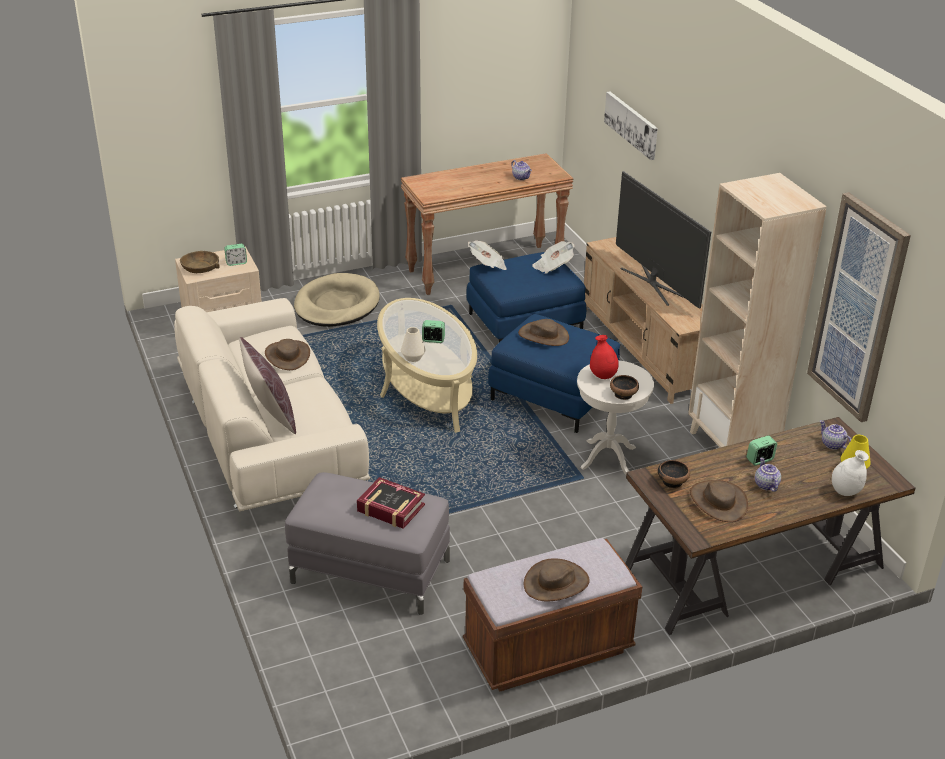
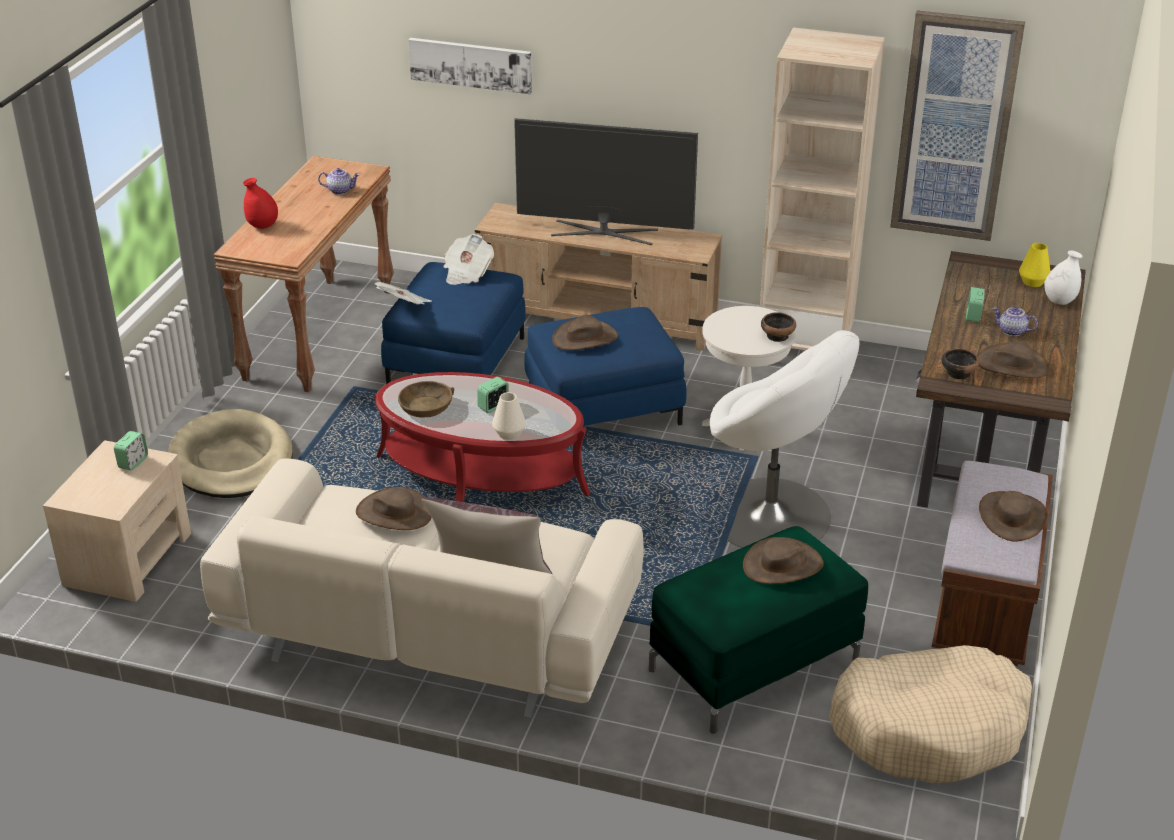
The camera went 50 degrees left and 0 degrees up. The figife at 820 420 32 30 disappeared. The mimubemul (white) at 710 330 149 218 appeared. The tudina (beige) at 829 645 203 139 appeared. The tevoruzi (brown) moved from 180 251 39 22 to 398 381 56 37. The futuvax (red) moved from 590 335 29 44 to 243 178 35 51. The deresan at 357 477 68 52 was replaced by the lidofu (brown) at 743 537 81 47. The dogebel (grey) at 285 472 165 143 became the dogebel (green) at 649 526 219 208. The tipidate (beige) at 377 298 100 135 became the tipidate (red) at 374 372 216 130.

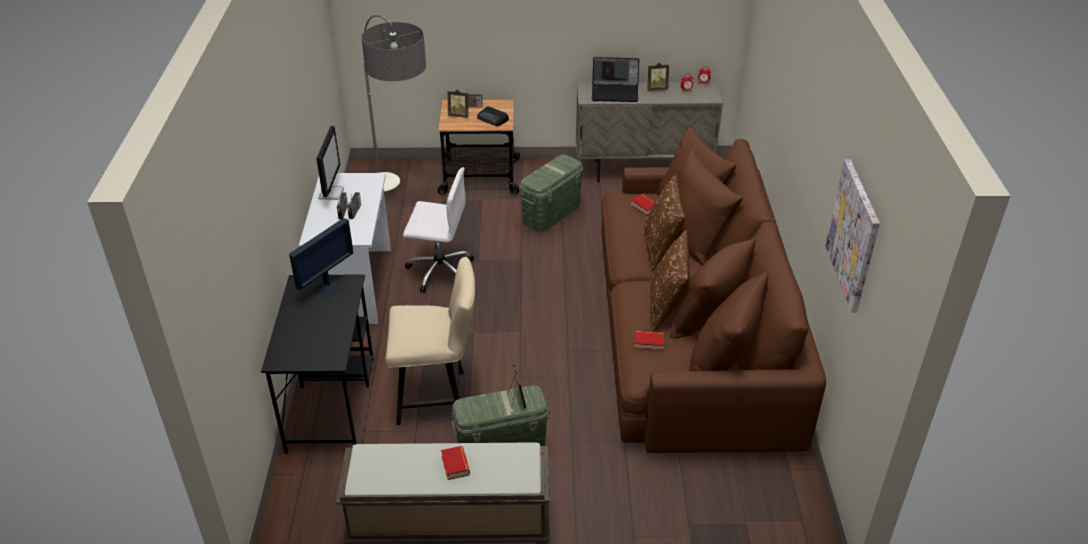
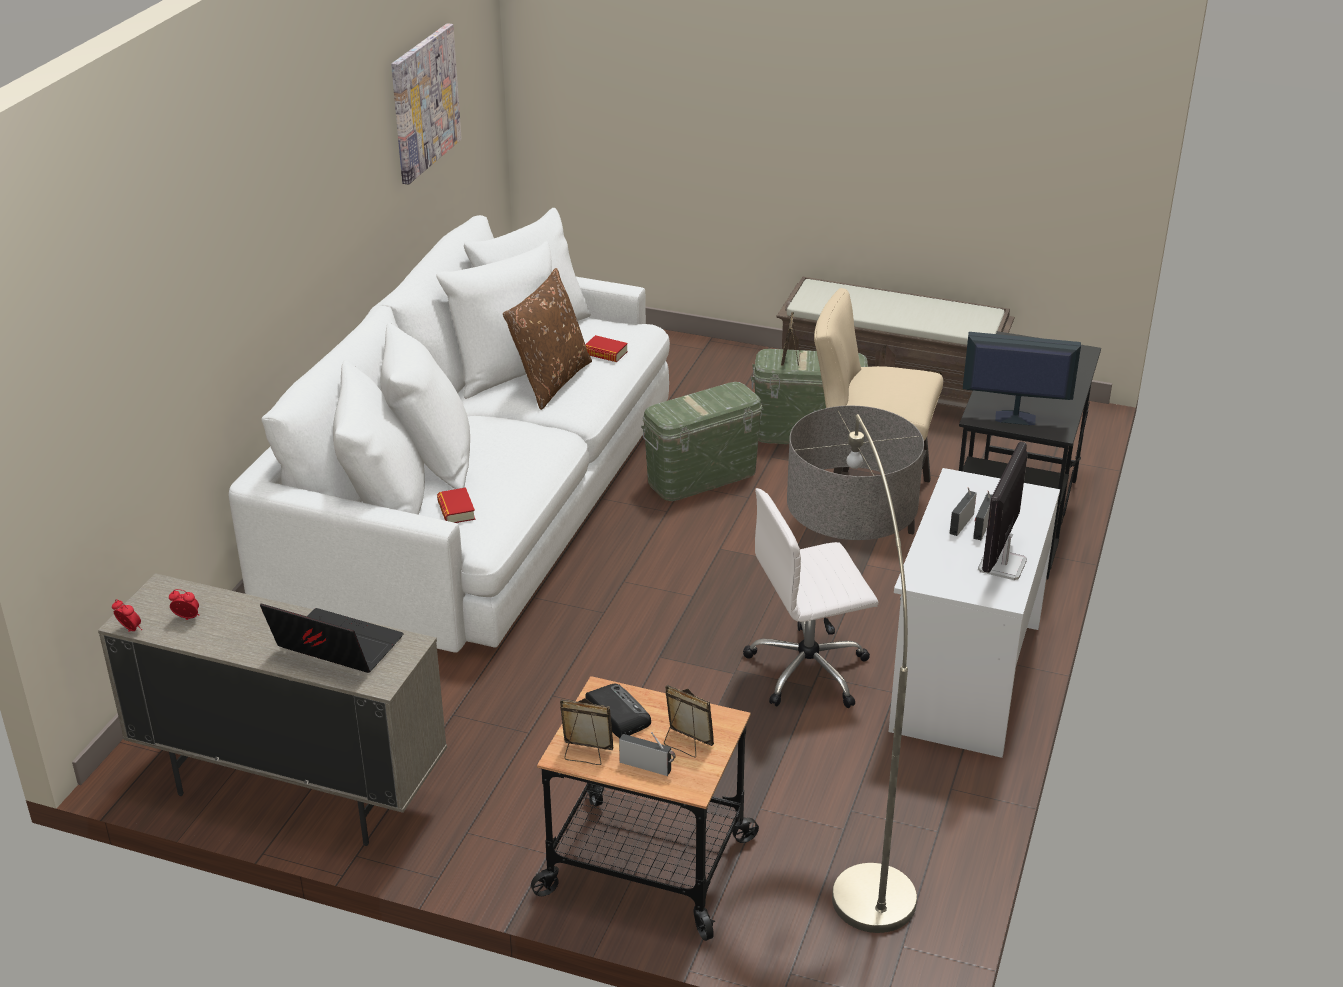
The camera went 160 degrees left and 5 degrees down. The deresan at 441 446 29 34 disappeared. The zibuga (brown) at 644 175 41 96 disappeared. The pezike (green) moved from 520 154 63 79 to 641 382 122 119. The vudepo moved from 648 63 21 28 to 560 698 53 67. The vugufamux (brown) at 601 126 225 327 became the vugufamux (white) at 229 208 441 445. The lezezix at 289 219 65 77 turned 45 degrees clockwise. The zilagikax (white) at 403 167 71 126 turned 45 degrees counterclockwise.

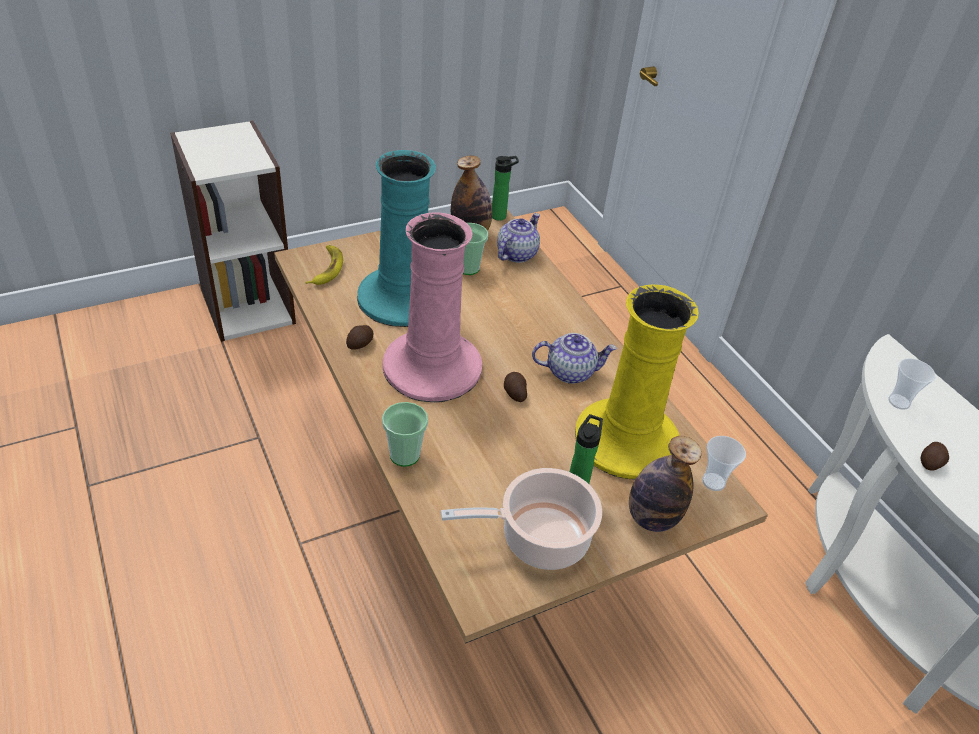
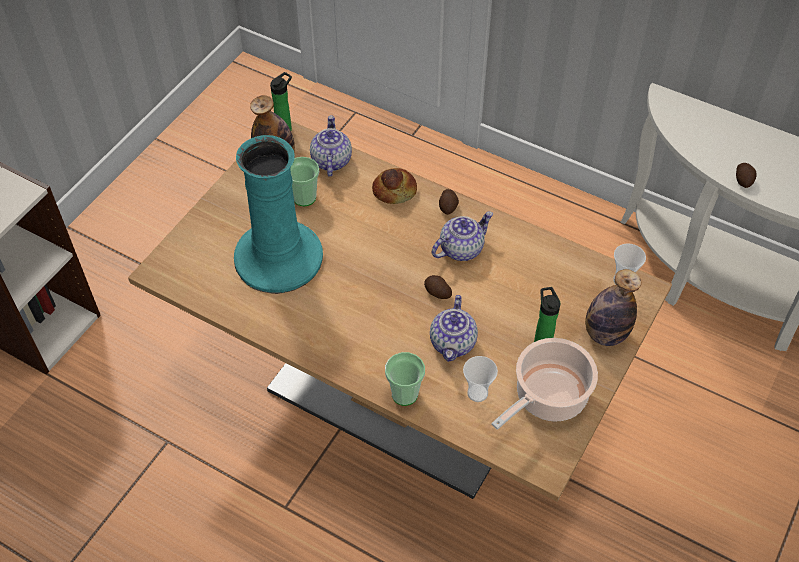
The camera went 30 degrees left and 10 degrees up. The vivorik at 305 245 38 40 disappeared. The futuvax (pink) at 383 212 99 190 disappeared. The futuvax (yellow) at 575 285 124 195 disappeared. The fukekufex at 372 168 45 36 appeared. The figife at 430 295 48 67 appeared. The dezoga moved from 346 325 28 25 to 439 189 20 26. The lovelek moved from 888 358 48 52 to 463 356 35 46.

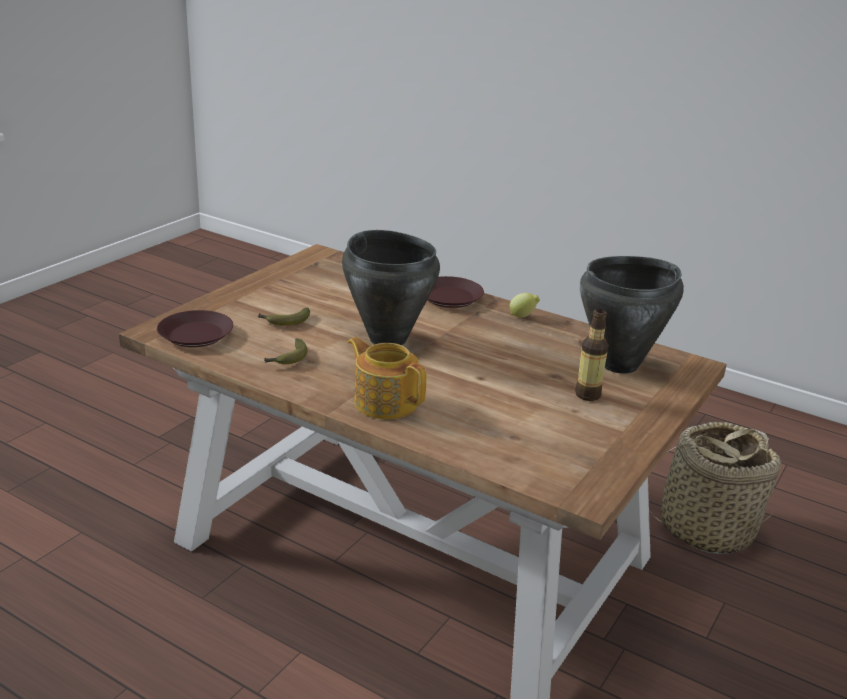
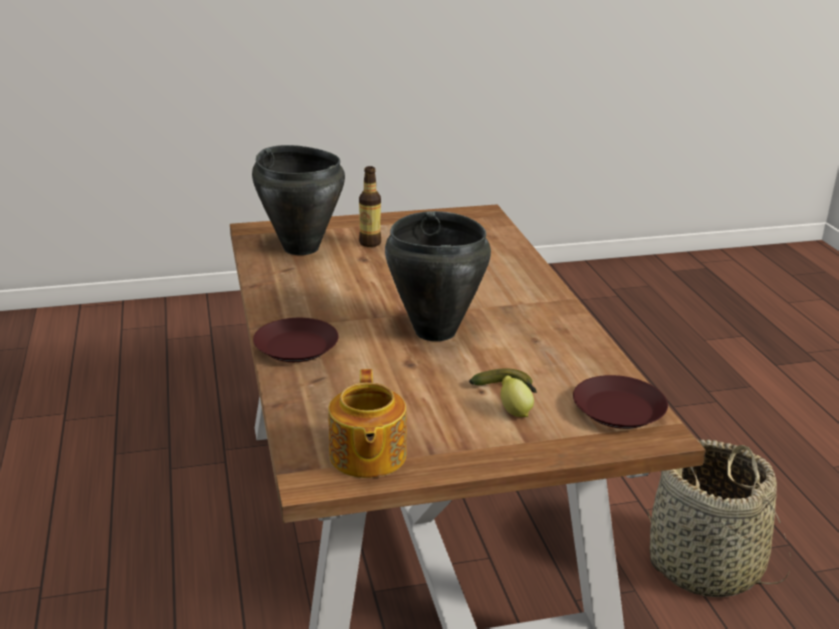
The camera went 135 degrees left and 0 degrees up. The vivorik at 264 338 44 26 disappeared. The figife moved from 348 337 79 82 to 328 369 79 109. The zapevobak moved from 510 293 30 25 to 500 375 34 42. The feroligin moved from 649 422 132 132 to 648 439 143 158.

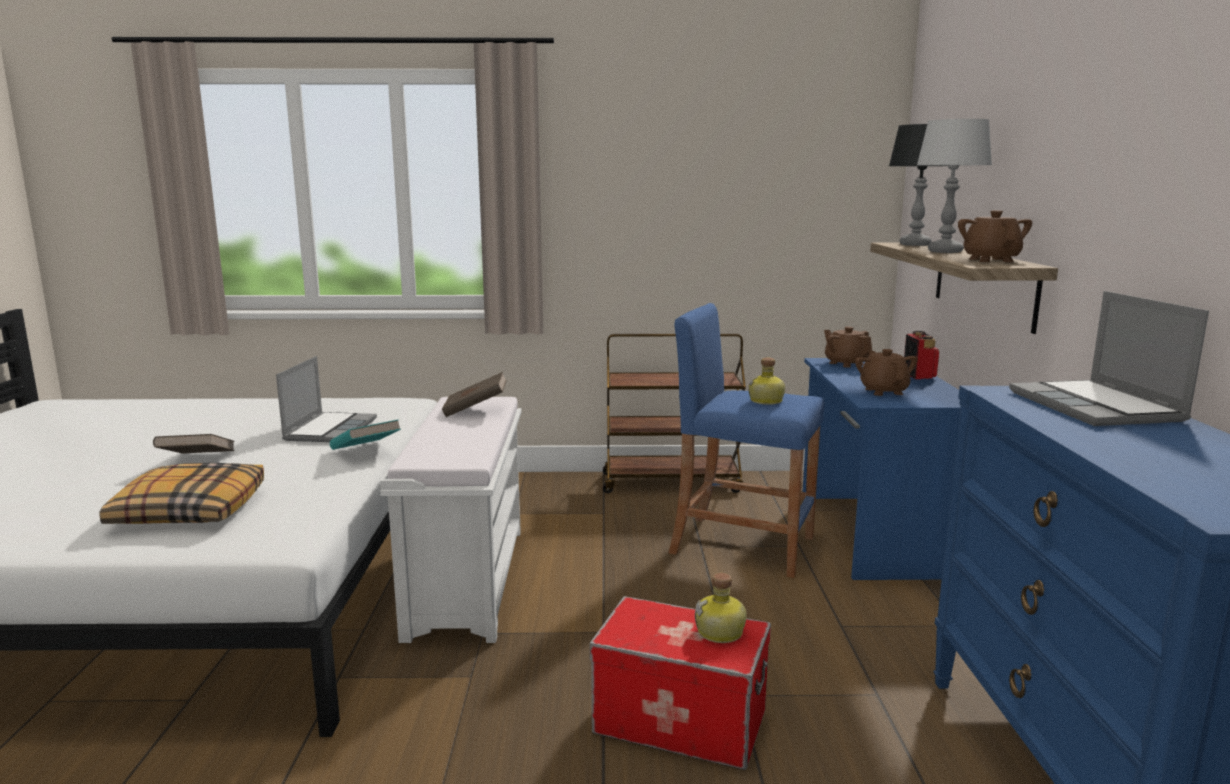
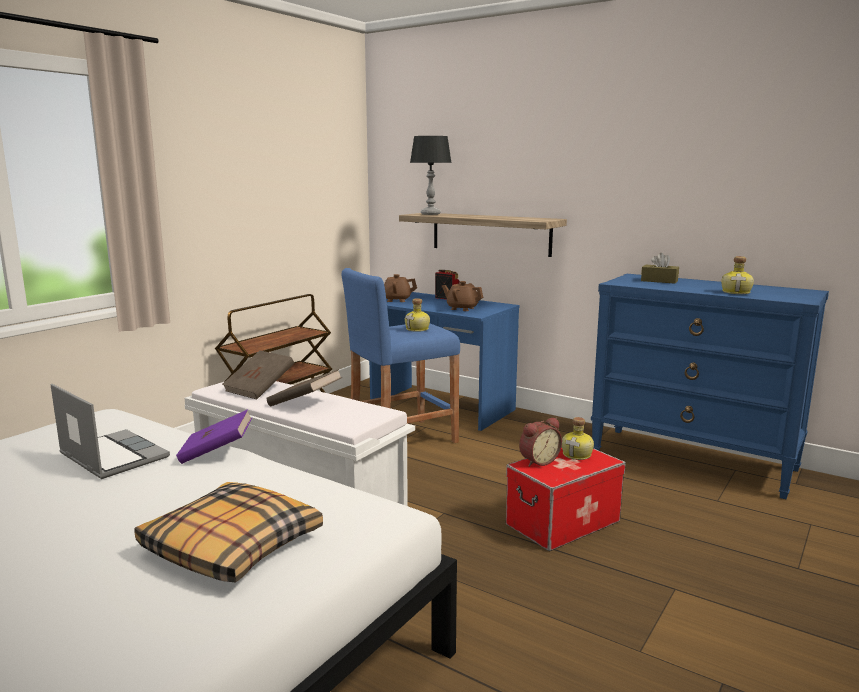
The camera went 55 degrees left and 0 degrees up. The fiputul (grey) at 917 119 75 134 disappeared. The figife (brown) at 958 210 74 52 disappeared. The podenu at 519 417 43 50 appeared. The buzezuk at 721 256 33 38 appeared. The deresan (brown) moved from 153 434 82 20 to 267 369 75 38. The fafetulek at 1009 291 200 135 was replaced by the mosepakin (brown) at 641 253 38 31. The deresan (turquoise) at 330 419 71 31 became the deresan (purple) at 176 409 76 55.

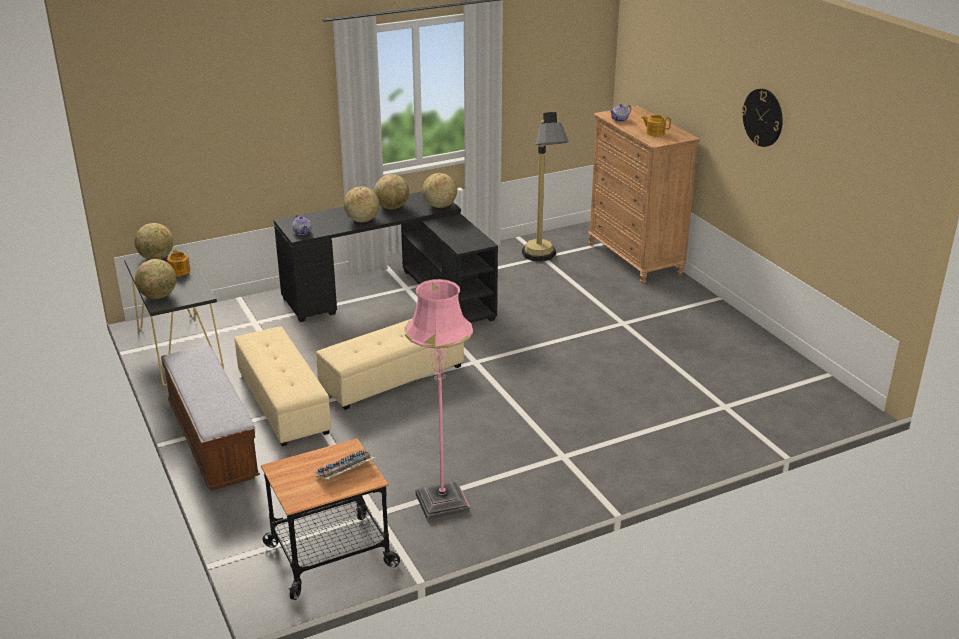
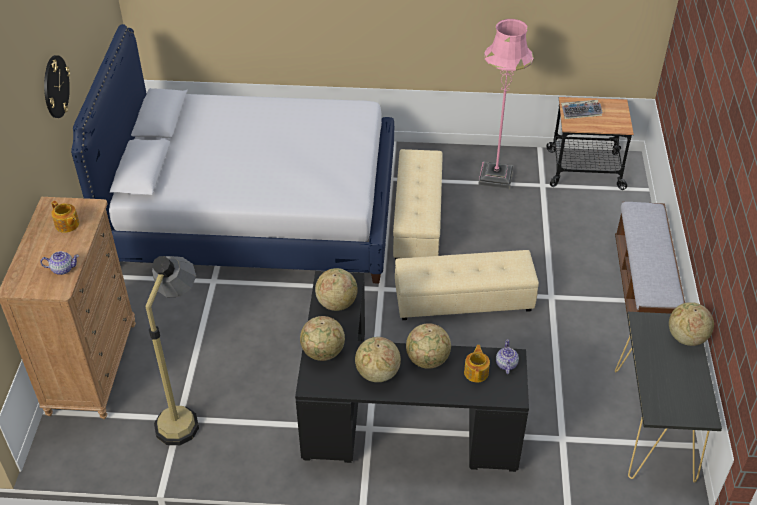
The camera went 150 degrees left and 15 degrees up. The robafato at 71 24 323 260 appeared. The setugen moved from 135 223 38 37 to 315 268 43 43. The figife moved from 167 249 23 27 to 464 345 26 38. The dogebel (beige) moved from 234 326 97 121 to 393 149 50 111.

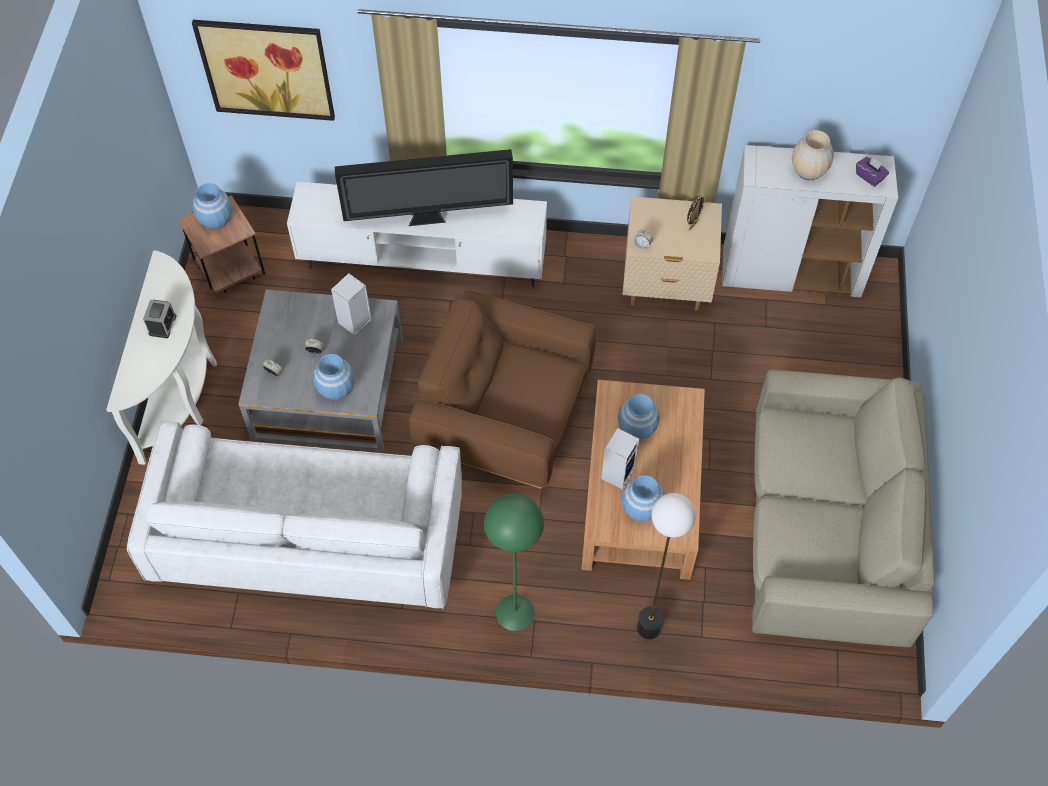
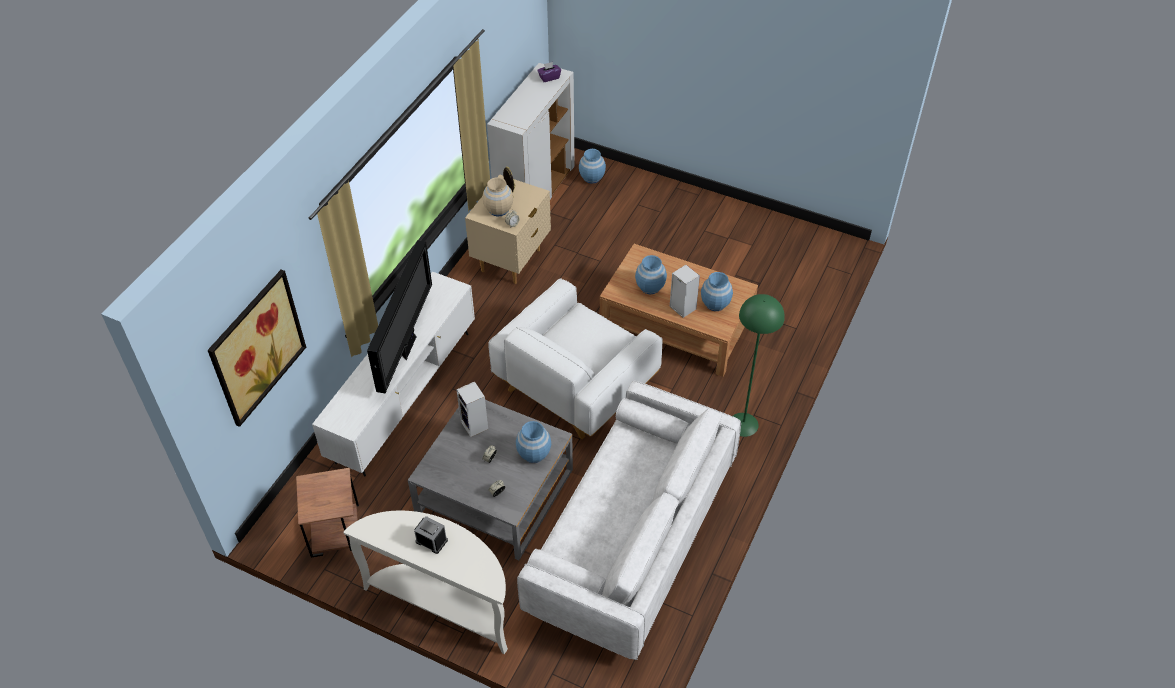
The camera went 70 degrees left and 10 degrees down. The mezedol at 637 493 59 146 disappeared. The vugufamux (beige) at 752 370 183 277 disappeared. The futuvax (blue) moved from 193 183 39 47 to 579 149 27 35. The futuvax (beige) moved from 792 130 42 50 to 483 177 30 39. The mimubemul (brown) at 408 290 189 199 became the mimubemul (white) at 488 278 174 161.

